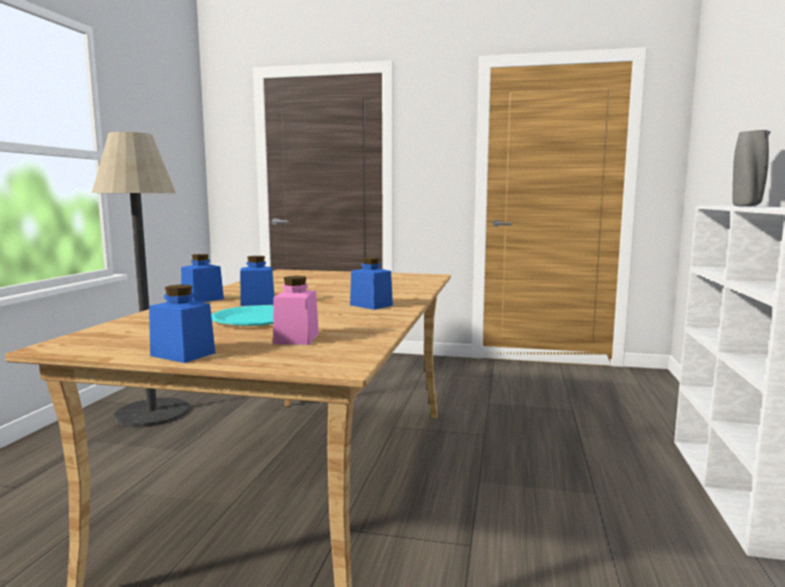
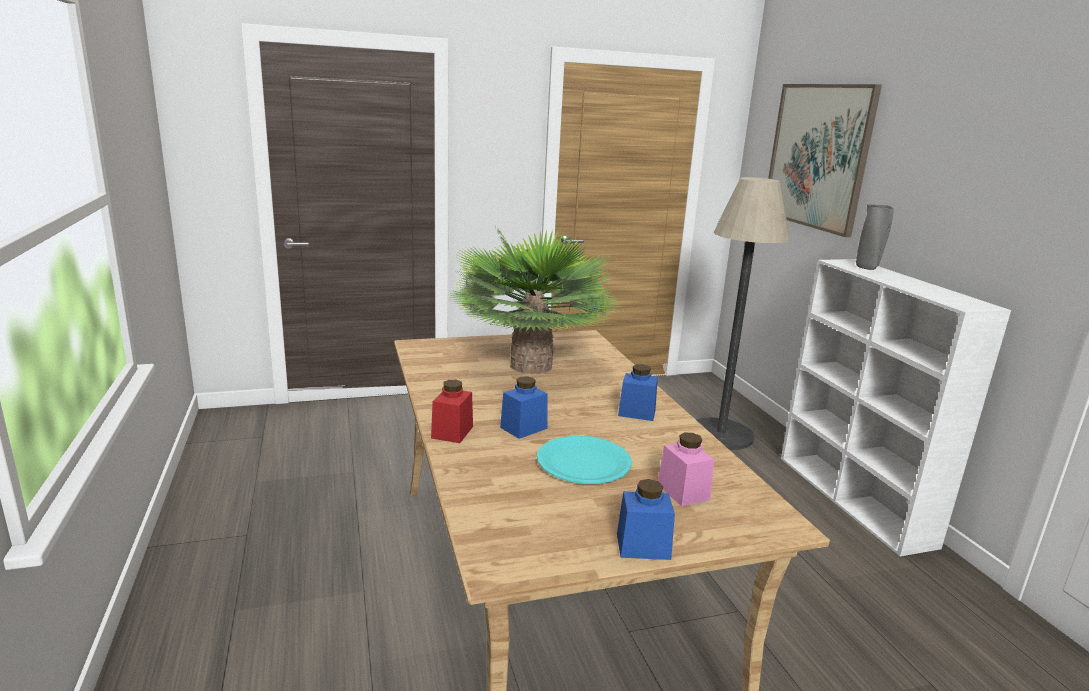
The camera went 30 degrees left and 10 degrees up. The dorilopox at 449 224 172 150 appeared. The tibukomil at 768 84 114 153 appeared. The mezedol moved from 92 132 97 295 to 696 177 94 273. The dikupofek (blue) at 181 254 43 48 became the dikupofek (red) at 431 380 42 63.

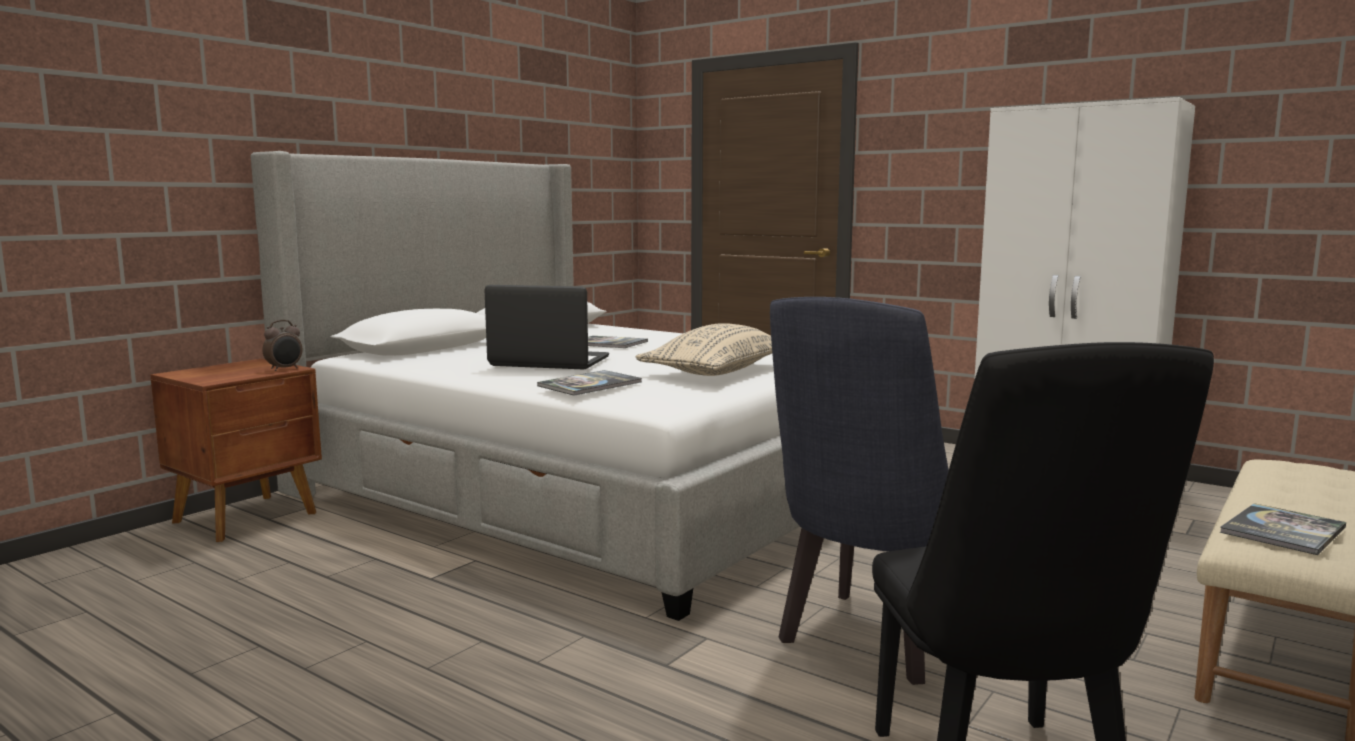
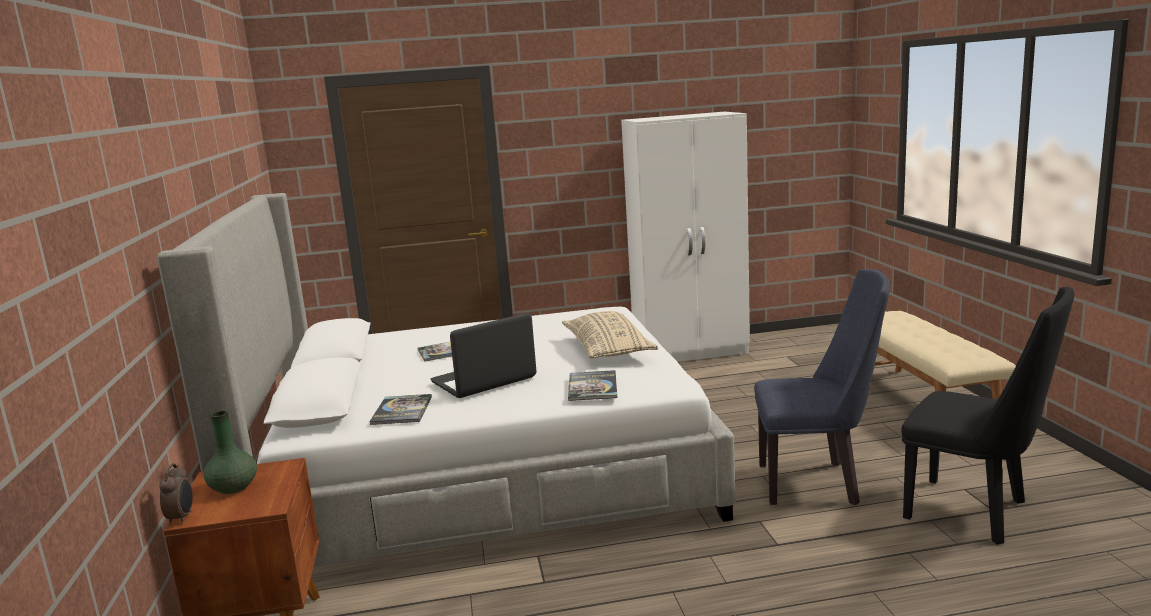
The camera went 45 degrees left and 5 degrees up. The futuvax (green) at 203 411 54 83 appeared. The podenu moved from 262 320 41 51 to 159 463 34 61. The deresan moved from 1219 503 127 52 to 369 394 63 31. The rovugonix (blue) at 770 297 179 388 turned 75 degrees counterclockwise.

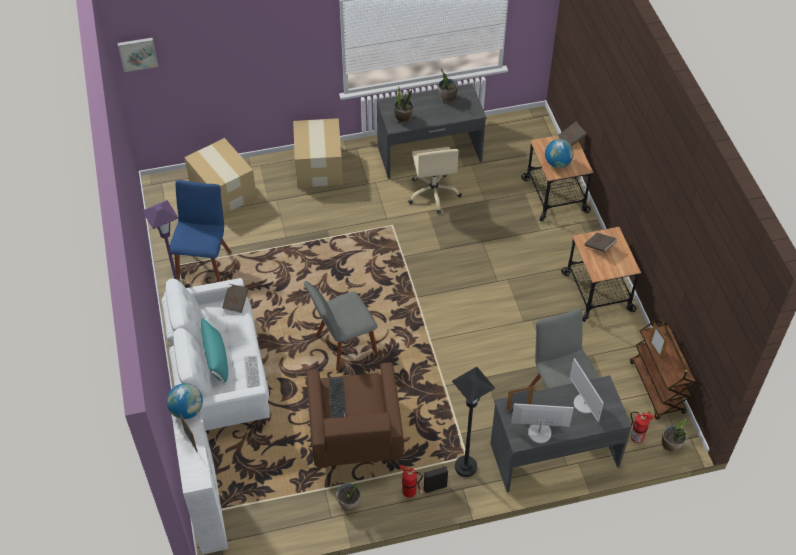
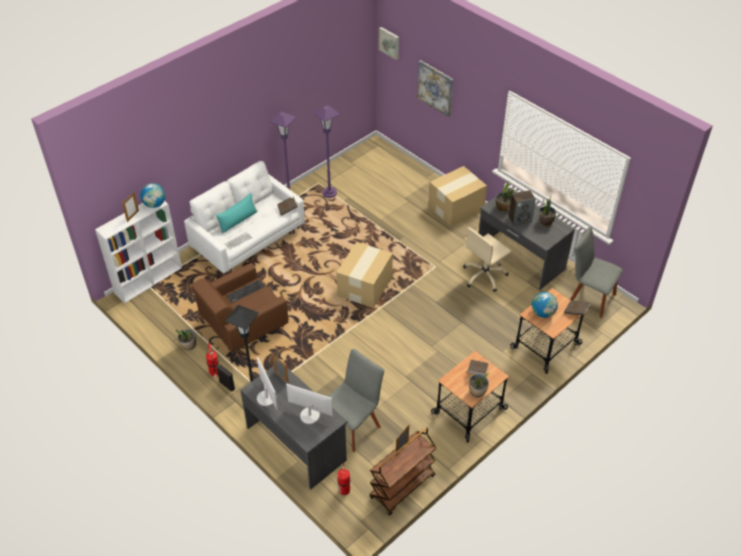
The camera went 60 degrees right and 5 degrees down. The tibukomil at 417 60 37 57 appeared. The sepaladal at 509 190 27 36 appeared. The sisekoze moved from 184 138 73 77 to 336 242 57 66. The rovugonix (grey) moved from 304 281 74 90 to 570 227 53 91. The dorilopox moved from 661 418 26 34 to 469 373 20 25. The rovugonix (blue) at 170 180 61 102 was replaced by the mezedol (purple) at 313 105 27 93. The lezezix at 570 358 34 64 turned 75 degrees clockwise.

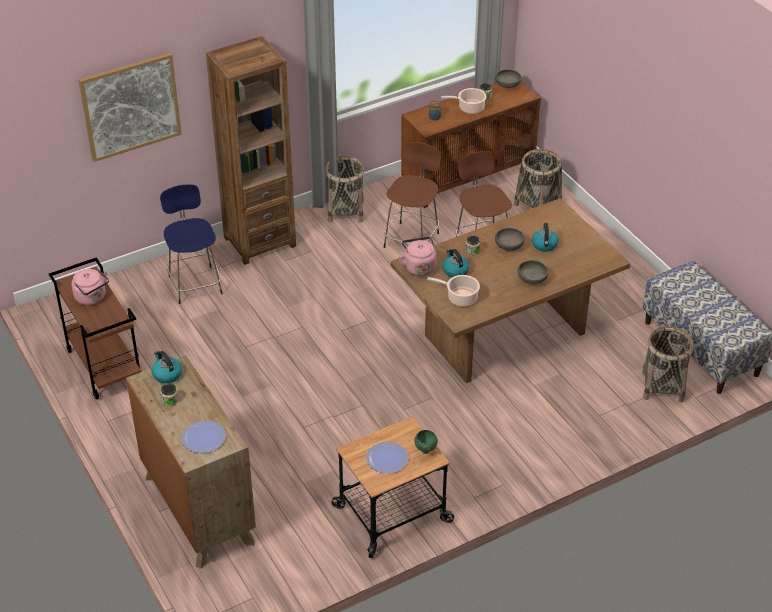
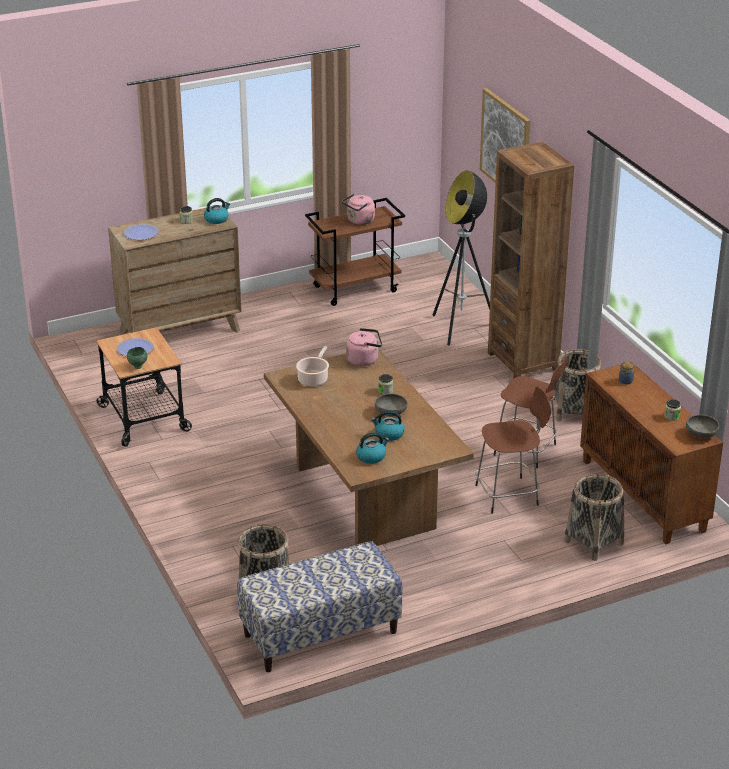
The camera went 95 degrees right and 10 degrees down. The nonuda at 441 88 45 26 disappeared. The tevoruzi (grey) at 518 260 30 24 disappeared. The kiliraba moved from 442 249 27 29 to 356 432 33 32. The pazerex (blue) at 160 185 63 119 was replaced by the mezedol at 432 170 58 176.

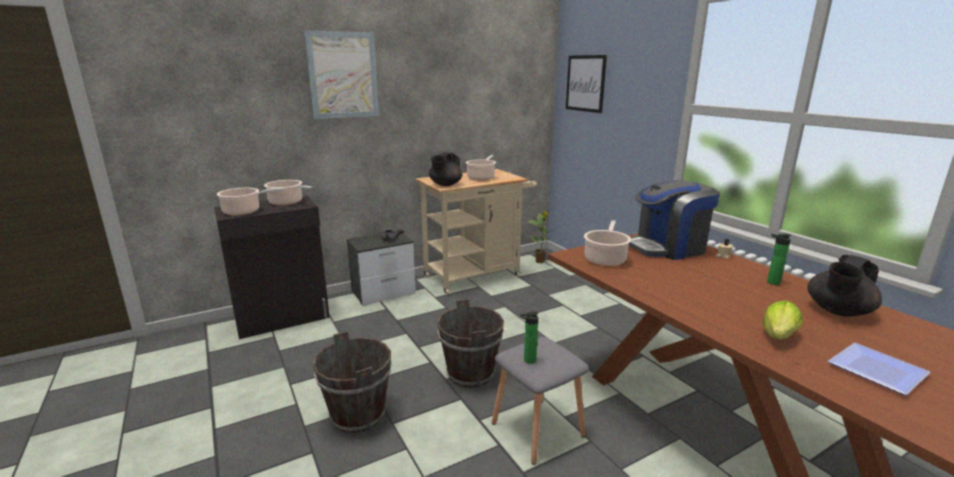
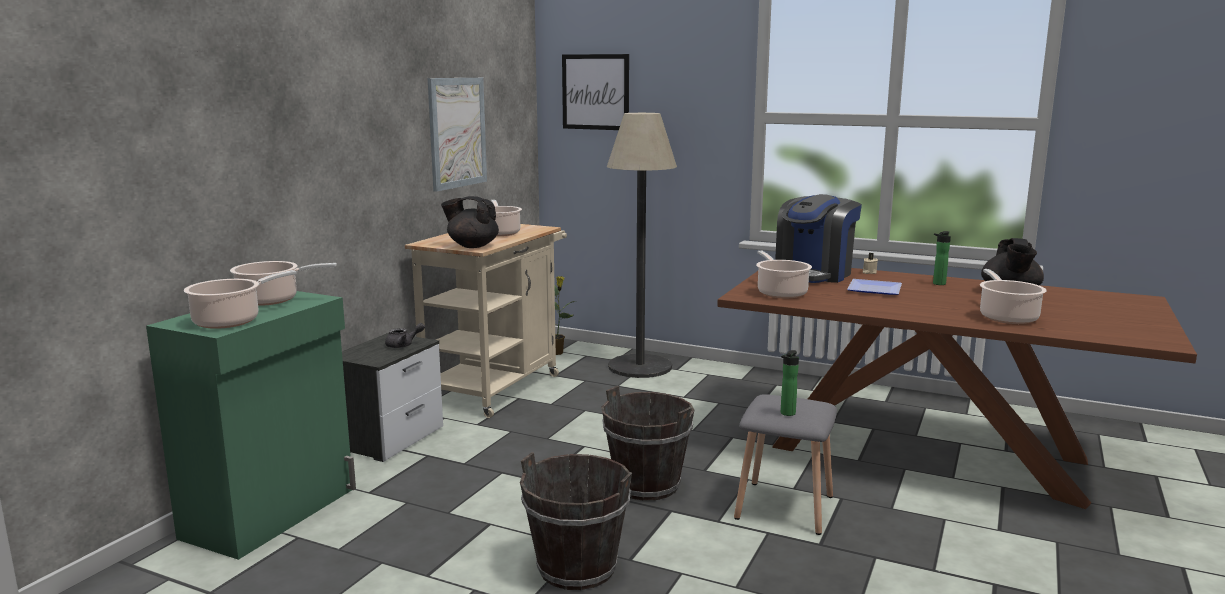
The camera went 35 degrees left and 5 degrees down. The mezedol at 607 113 70 265 appeared. The tibukomil moved from 304 30 75 89 to 428 78 59 114. The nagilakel moved from 828 343 103 52 to 847 279 55 16. The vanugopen at 762 300 41 40 was replaced by the nonuda at 980 269 67 55. The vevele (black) at 214 196 116 143 became the vevele (green) at 146 291 210 269. The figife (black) at 429 152 33 34 turned 105 degrees clockwise.

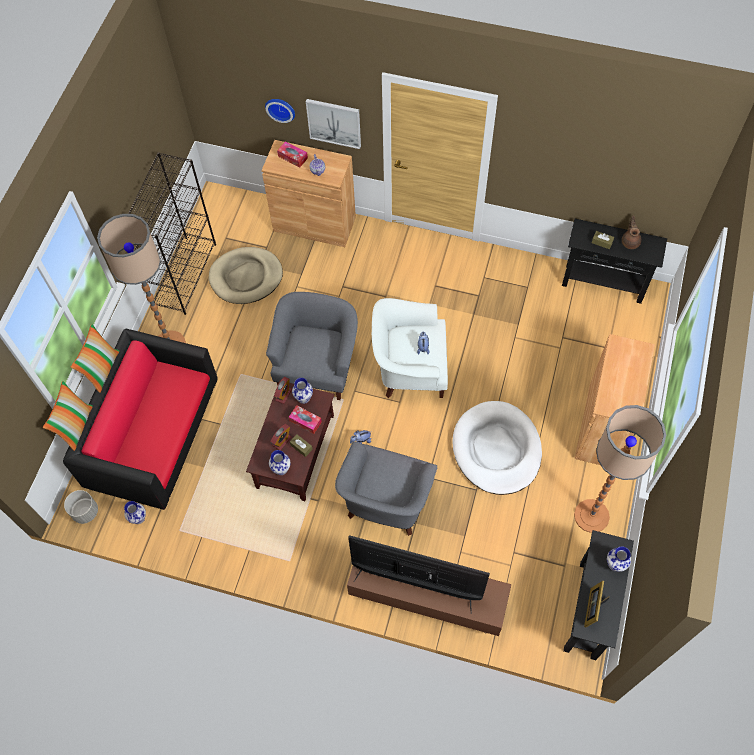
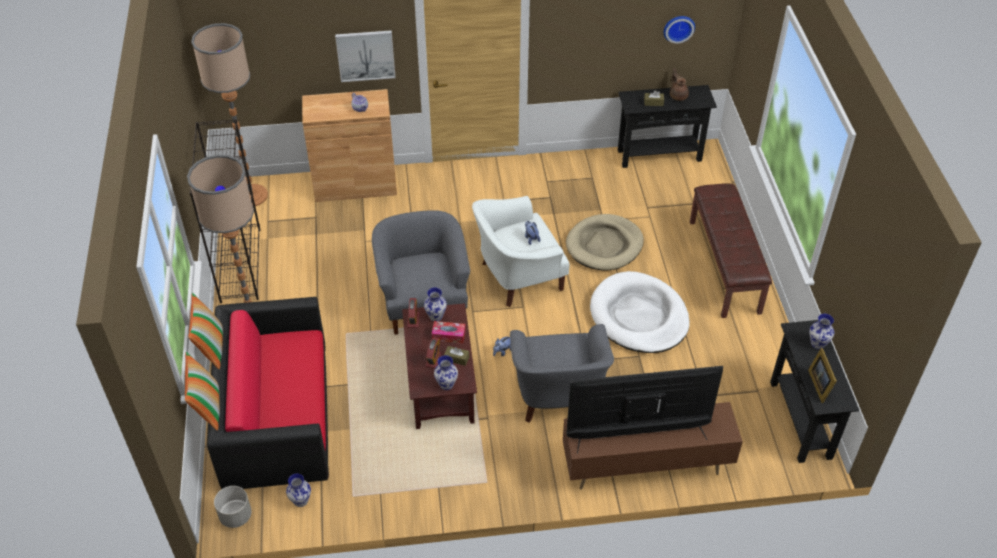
The camera went 25 degrees left and 15 degrees down. The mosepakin at 277 141 31 26 disappeared. The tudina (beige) moved from 209 247 74 57 to 566 214 78 56. The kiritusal moved from 265 99 30 24 to 664 16 31 27. The mezedol moved from 574 405 92 128 to 191 23 77 183. The vevele (brown) at 575 334 80 131 was replaced by the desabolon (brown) at 690 183 82 135.

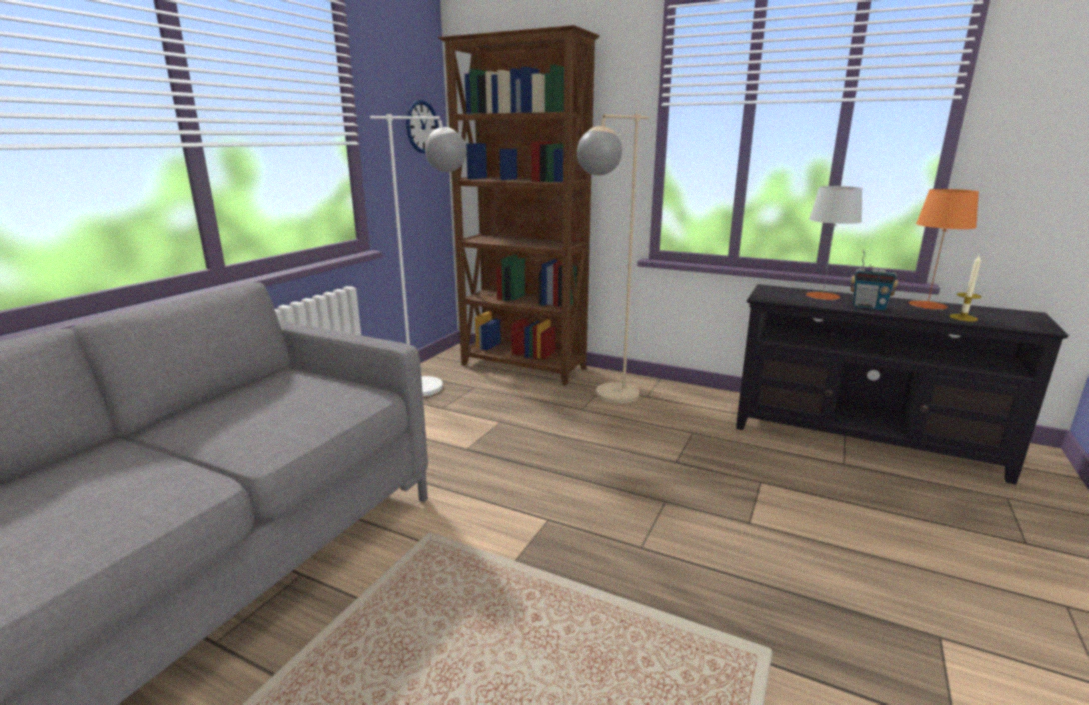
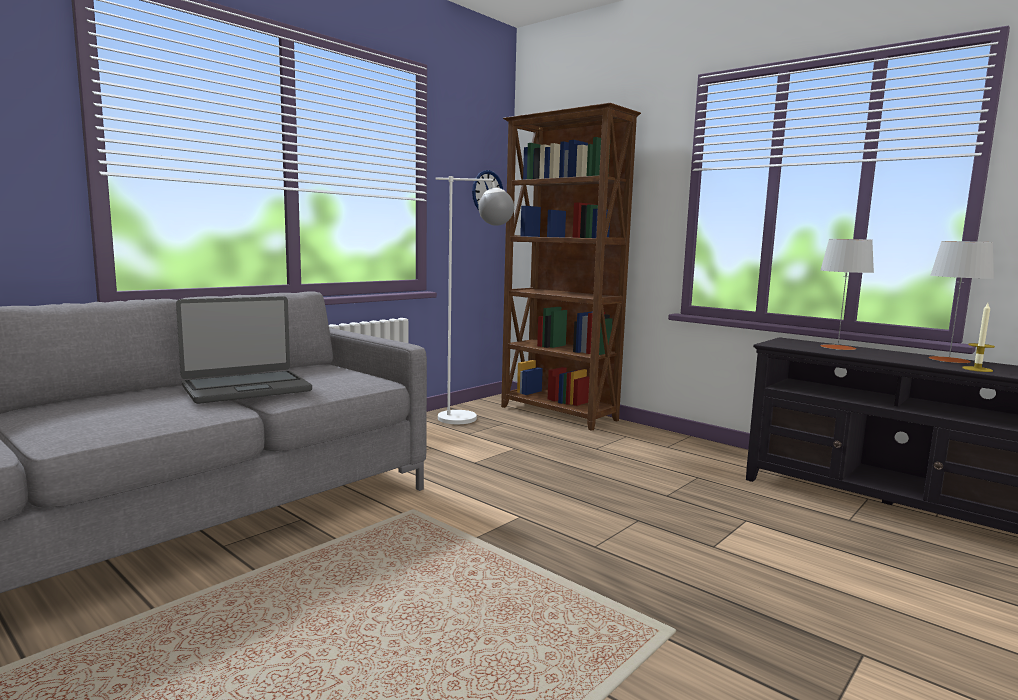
The camera went 15 degrees right and 10 degrees down. The mezedol (beige) at 577 114 73 290 disappeared. The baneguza at 850 250 49 60 disappeared. The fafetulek at 176 296 136 108 appeared. The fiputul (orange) at 909 189 70 120 became the fiputul (grey) at 929 241 65 122.

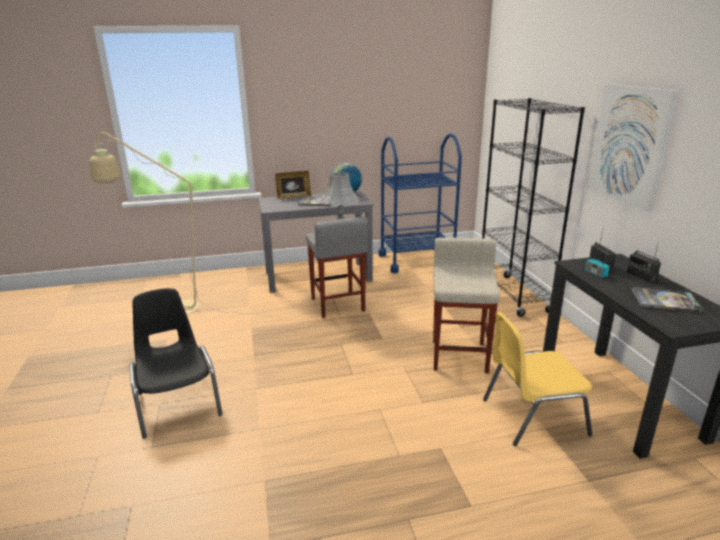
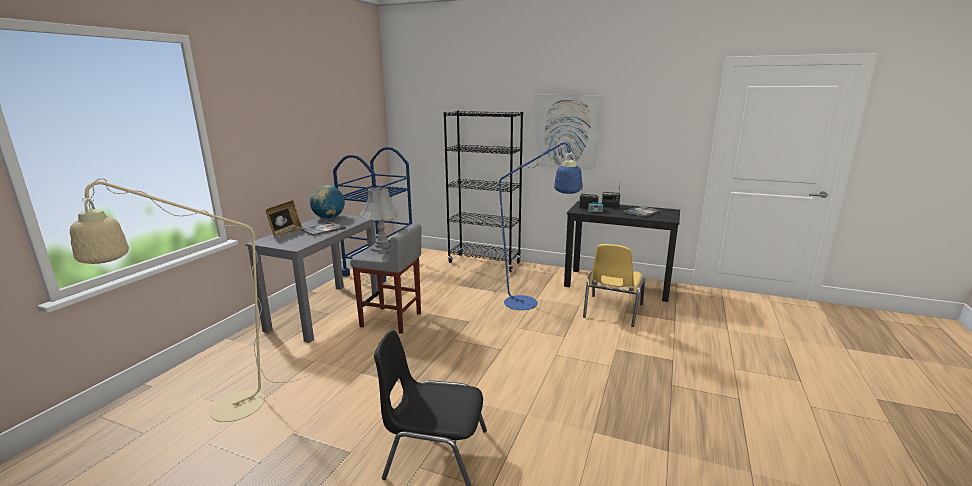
The camera went 55 degrees left and 5 degrees down. The pazerex (beige) at 433 238 67 135 was replaced by the mezedol (blue) at 456 140 126 170.

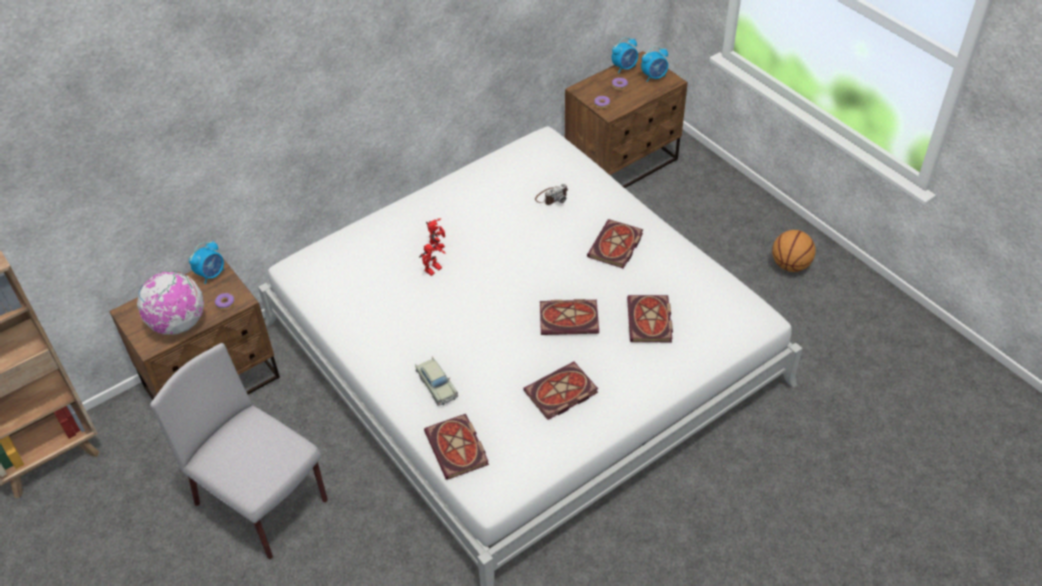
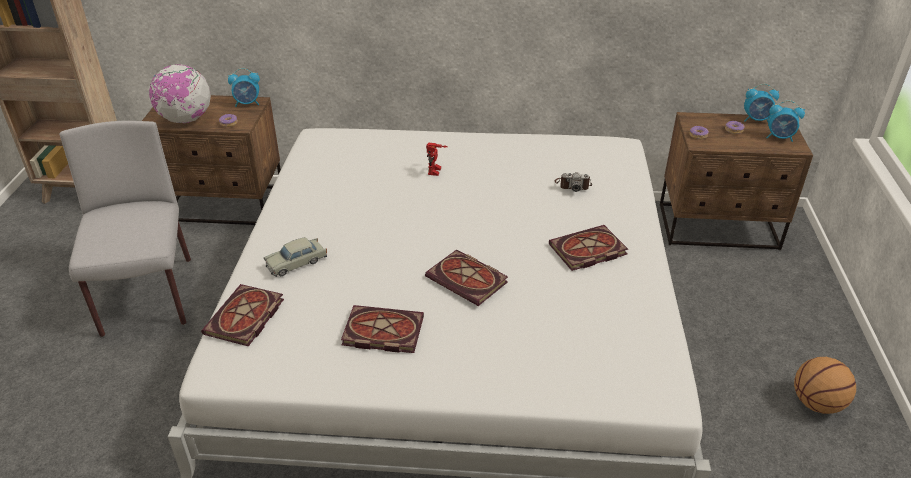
The camera went 40 degrees right and 10 degrees down. The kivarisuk at 419 244 27 32 disappeared. The deresan at 627 295 46 47 disappeared. The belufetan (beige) at 415 357 43 49 turned 45 degrees clockwise.

